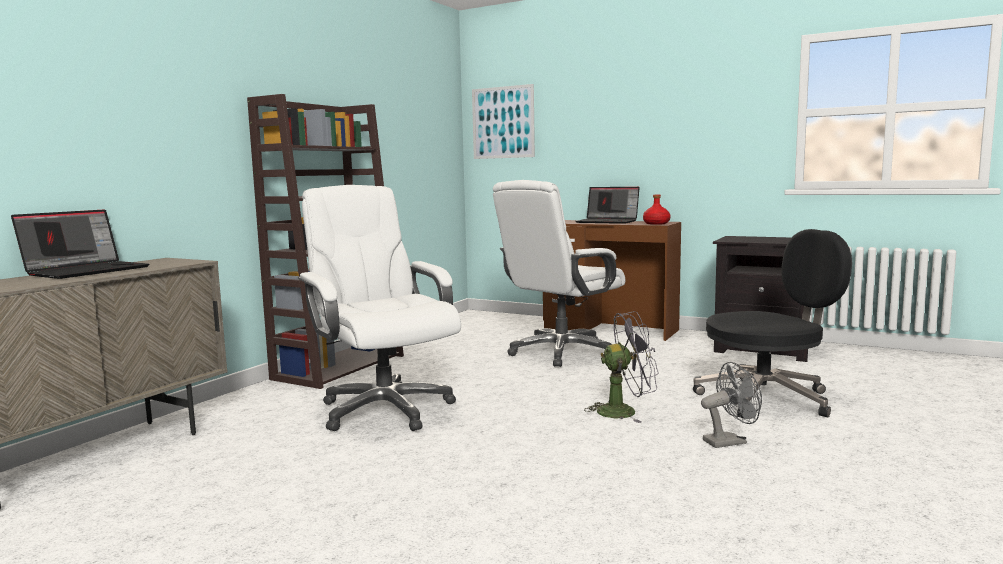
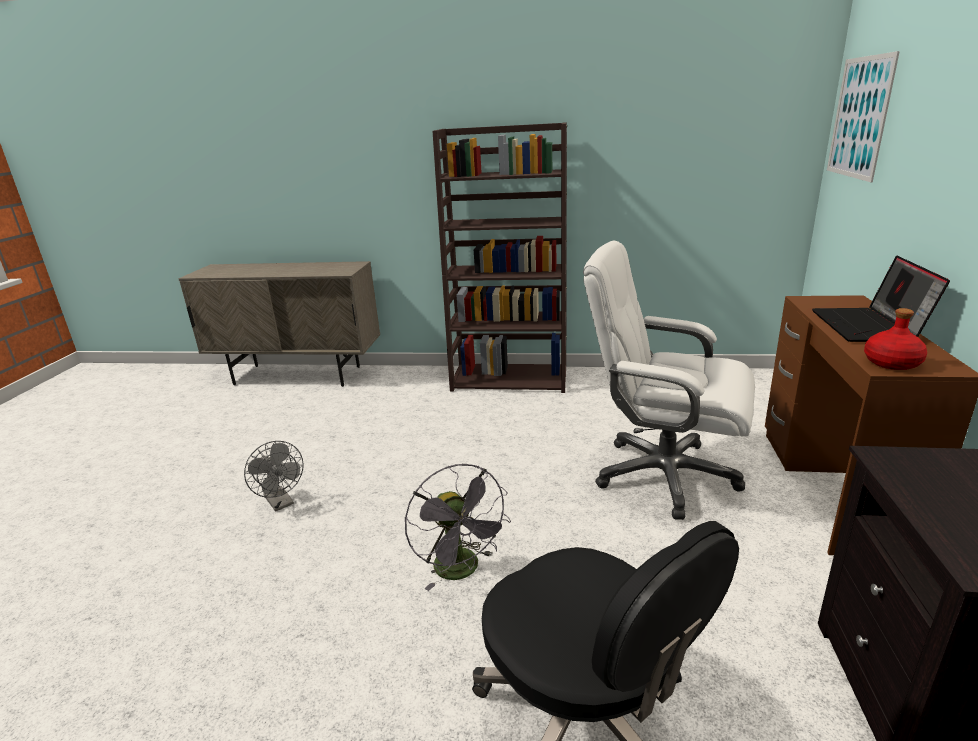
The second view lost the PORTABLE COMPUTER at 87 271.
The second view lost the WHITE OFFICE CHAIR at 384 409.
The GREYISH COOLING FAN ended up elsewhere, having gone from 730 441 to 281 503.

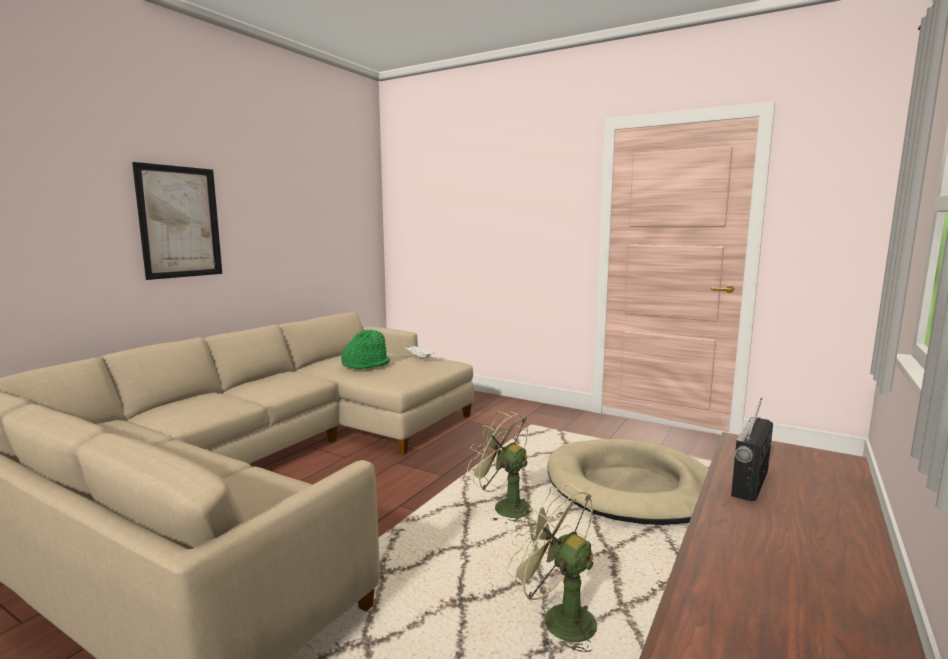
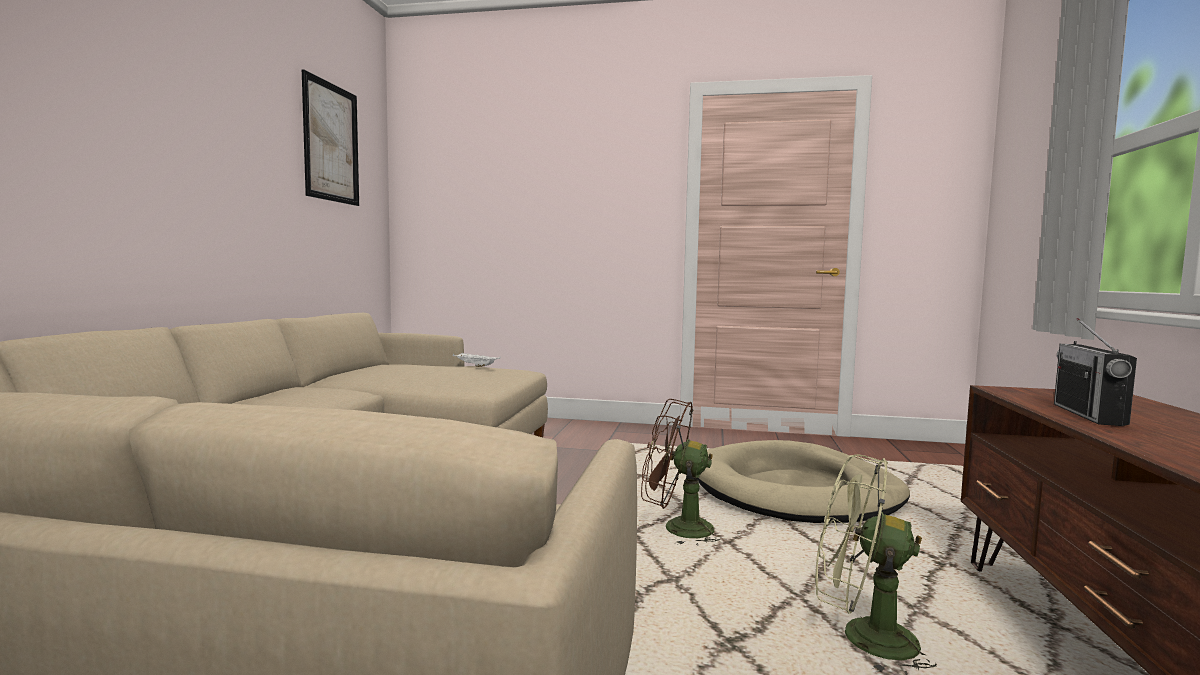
The PICTURE ended up elsewhere, having gone from 180 222 to 331 143.
The second view lost the GREEN CLOTHING HAT at 366 364.
What was the GREEN COOLING FAN at 504 507 turned into the BROWNISH COOLING FAN at 677 529.

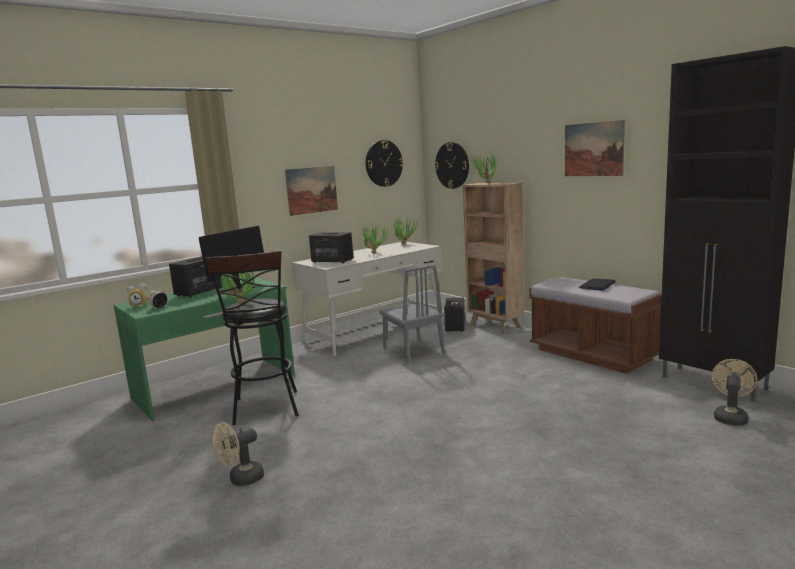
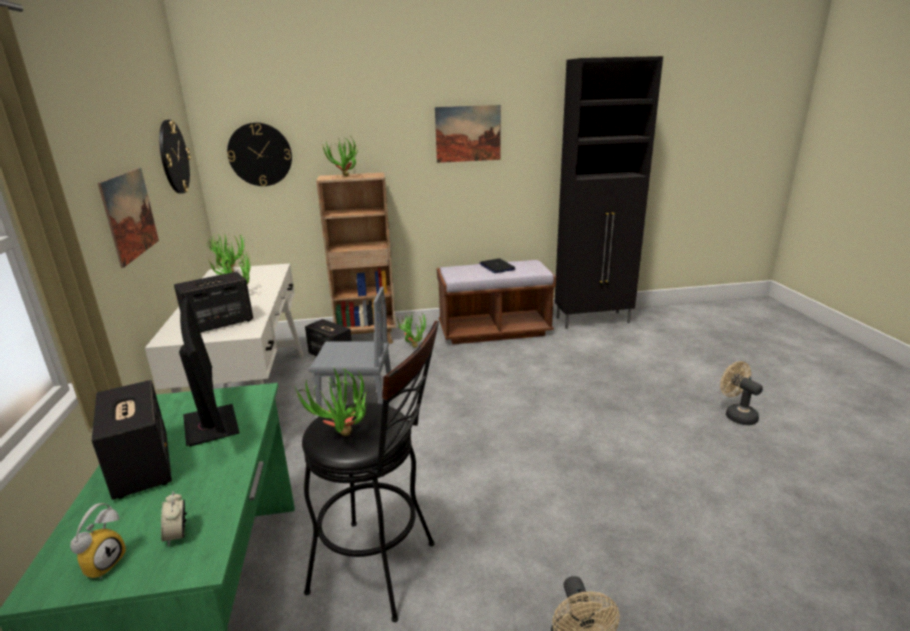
The BEIGE-COLOURED COOLING FAN ended up elsewhere, having gone from 730 417 to 736 415.
The second view gained the PLANT IN A POT at 413 345.

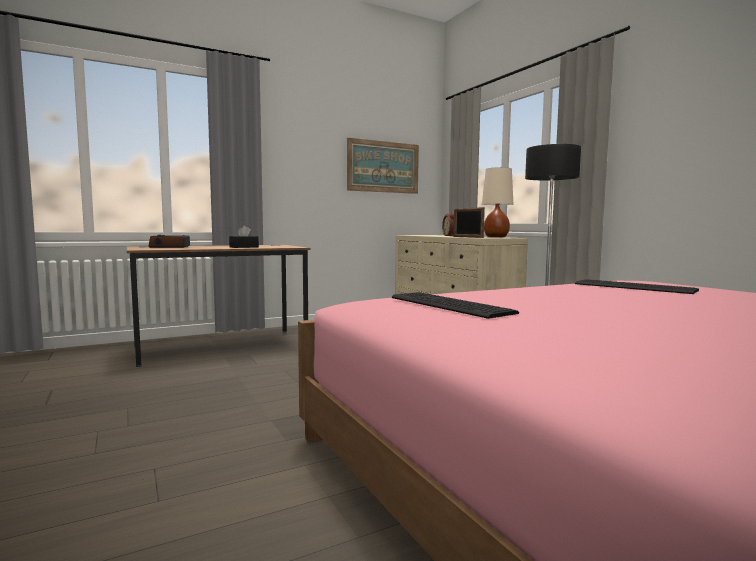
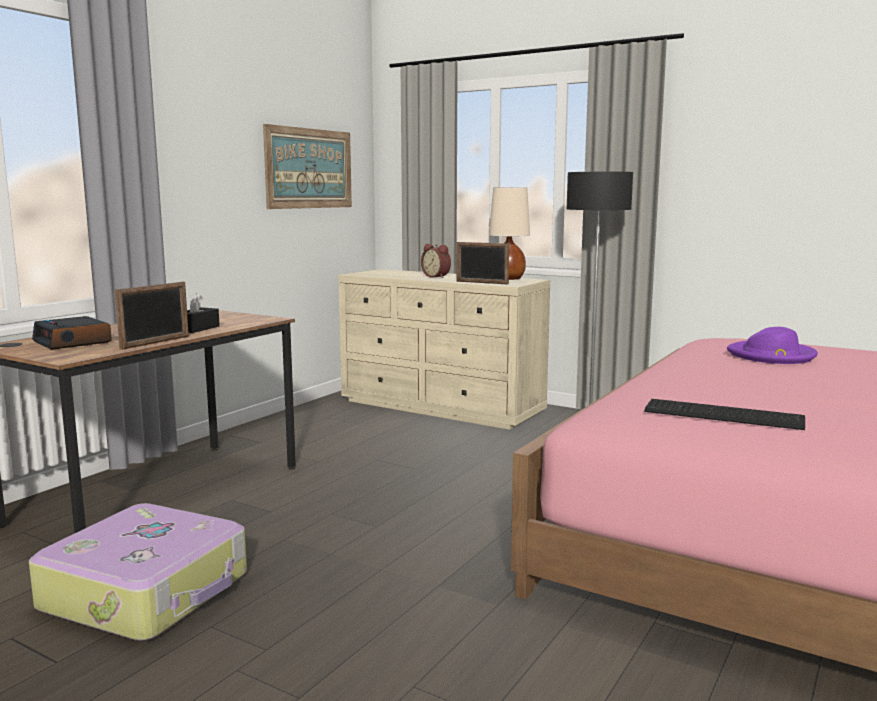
Where the COMPUTER KEYBOARD stood at 634 287, the PURPLISH CLOTHING HAT came to stand at 772 356.
The second view gained the TRAVEL CASE at 148 592.
The second view gained the PHOTO FRAME at 156 342.

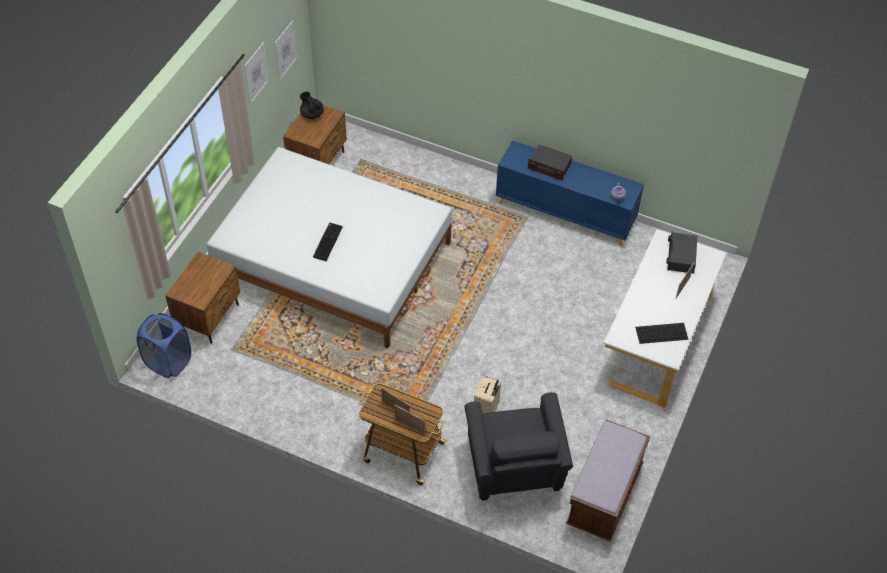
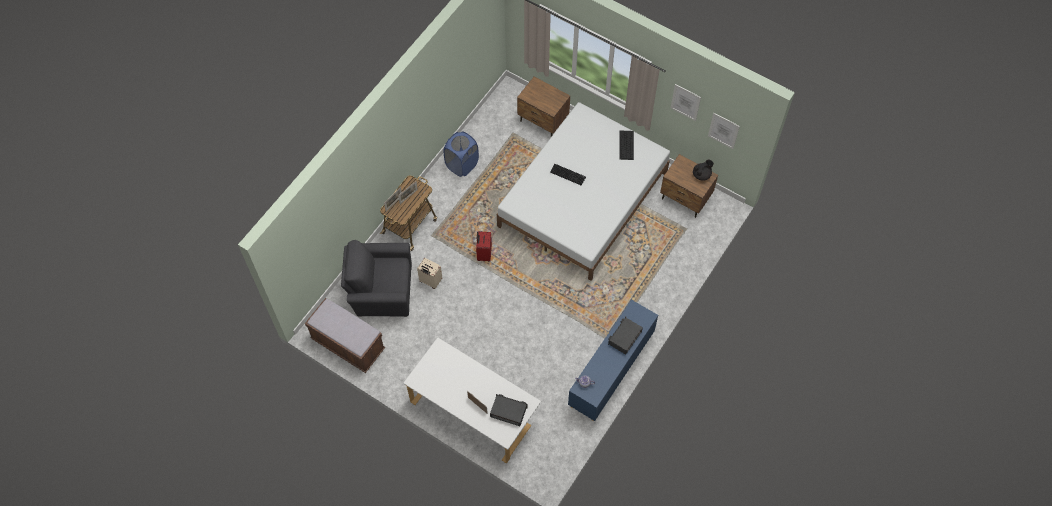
The BLUISH HAMPER ended up elsewhere, having gone from 168 362 to 462 164.
The COMPUTER KEYBOARD ended up elsewhere, having gone from 661 333 to 626 144.
The second view gained the REDDISH TRAVEL CASE at 483 254.

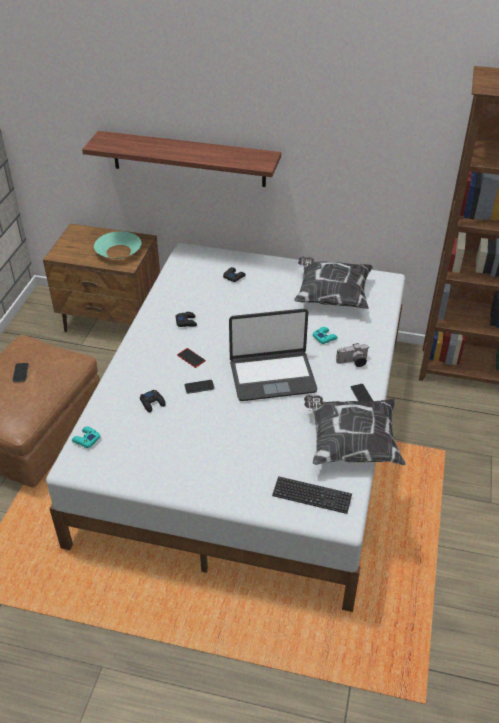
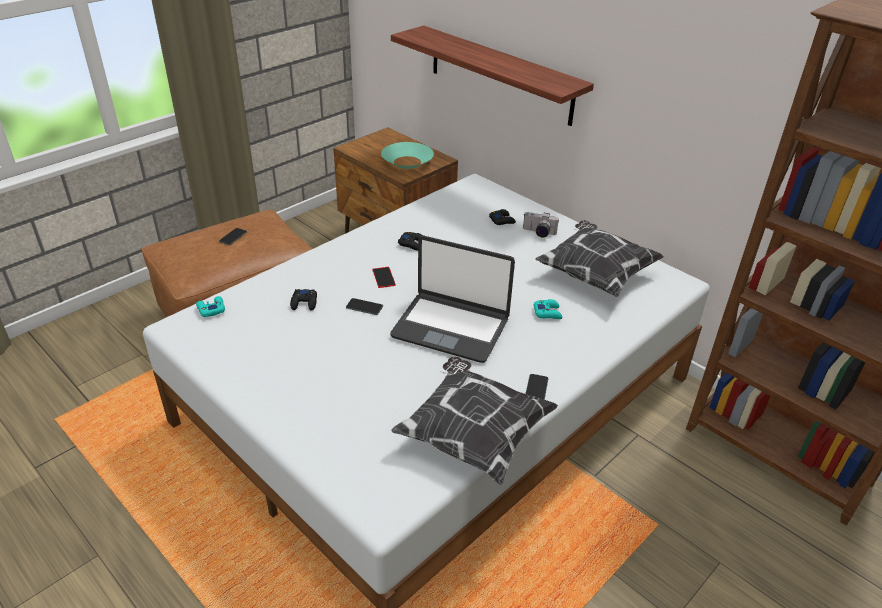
The second view lost the COMPUTER KEYBOARD at 312 496.
The PHOTO CAMERA ended up elsewhere, having gone from 353 362 to 538 233.

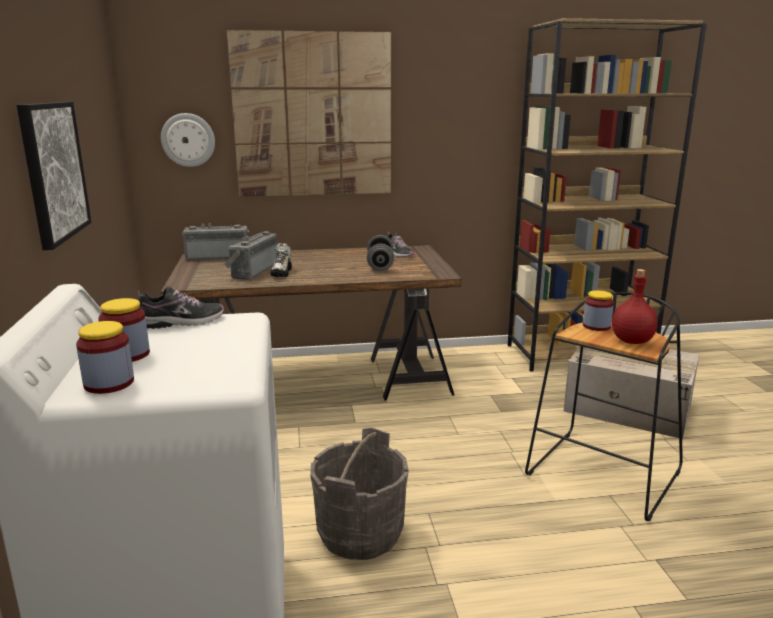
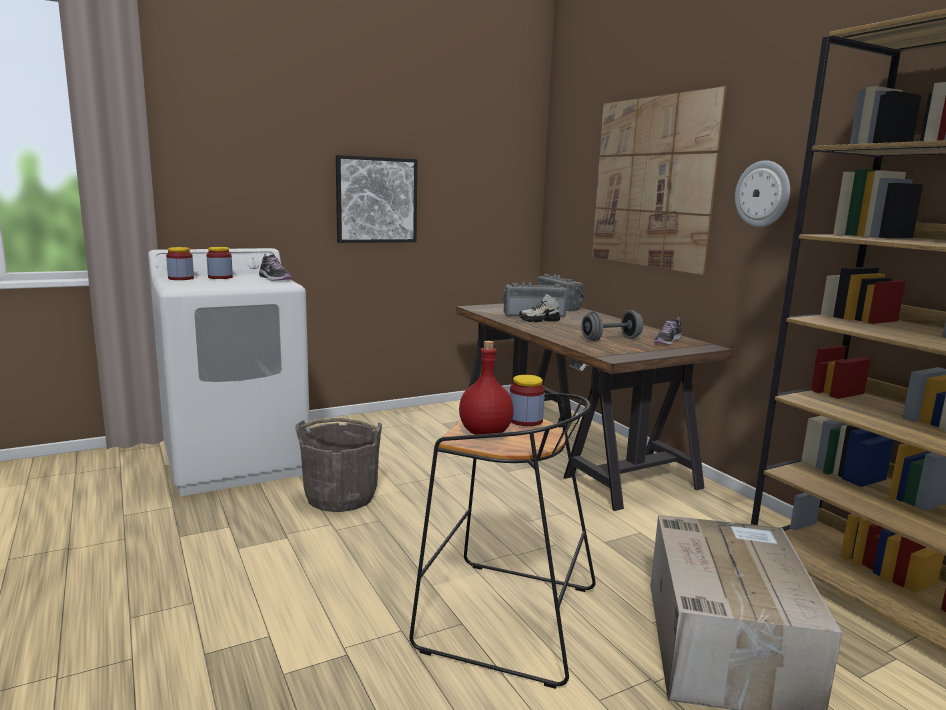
The WALL CLOCK ended up elsewhere, having gone from 188 140 to 763 194.

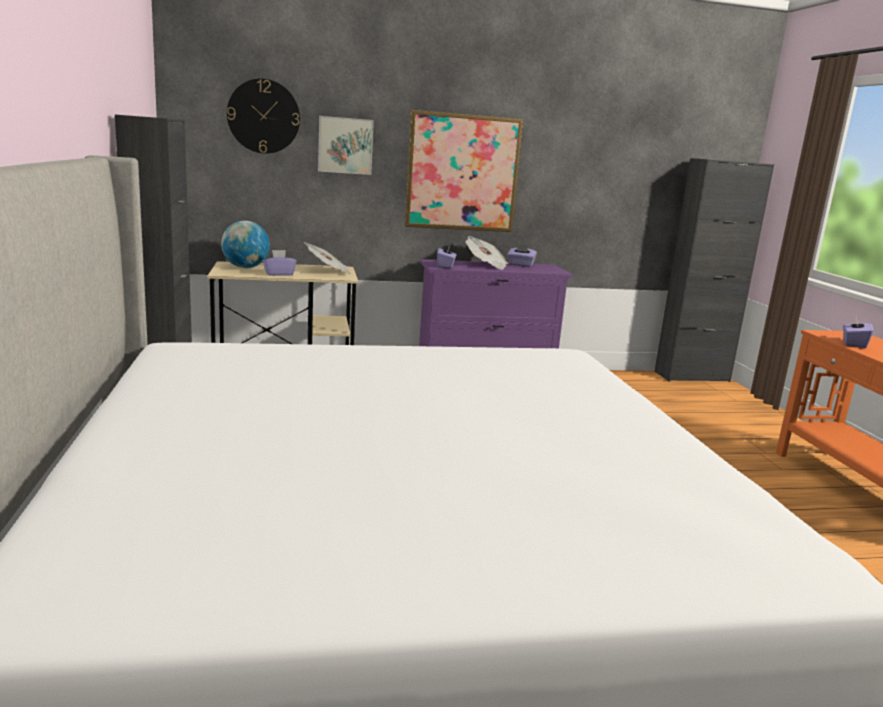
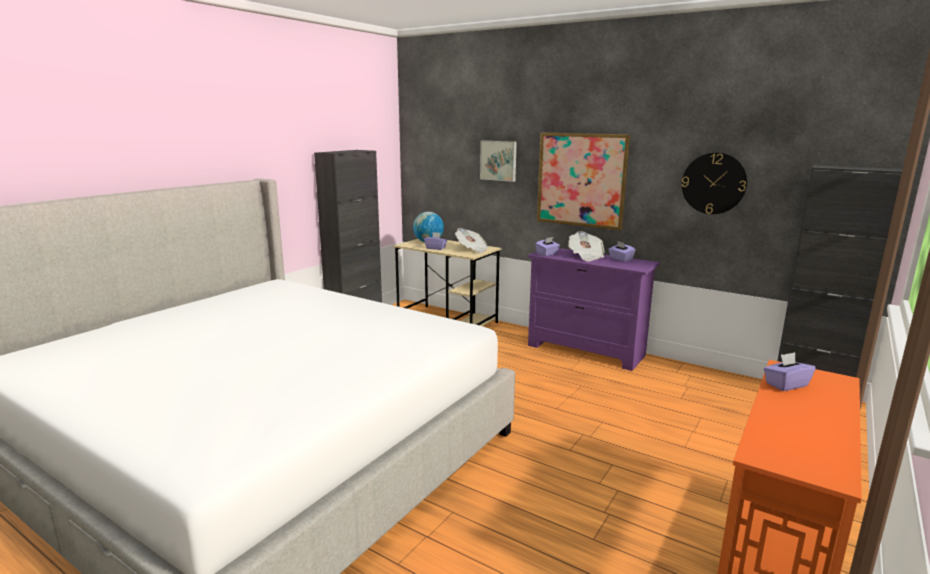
The WALL CLOCK ended up elsewhere, having gone from 263 116 to 713 183.

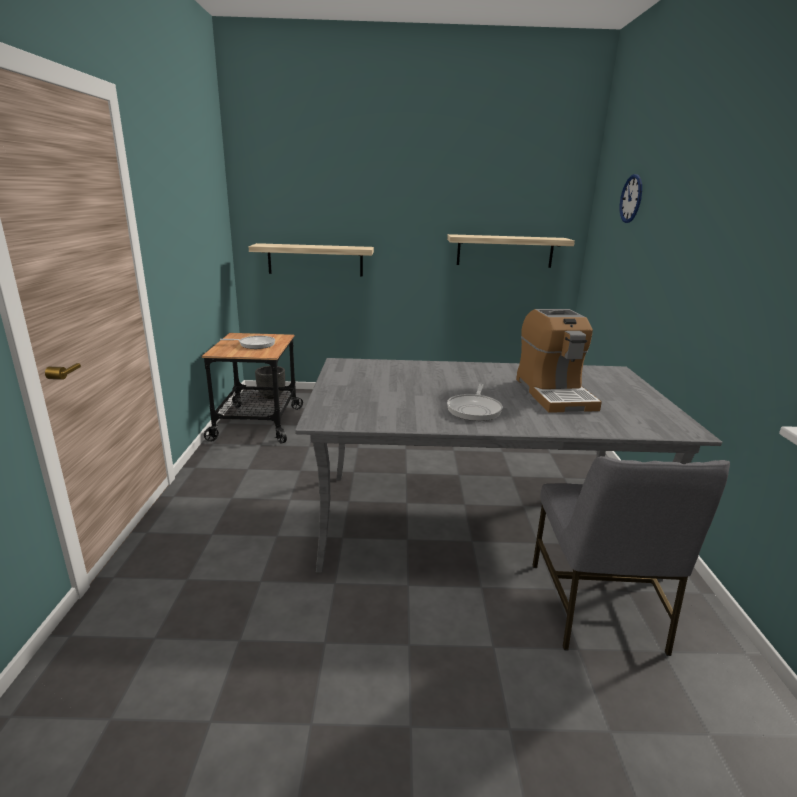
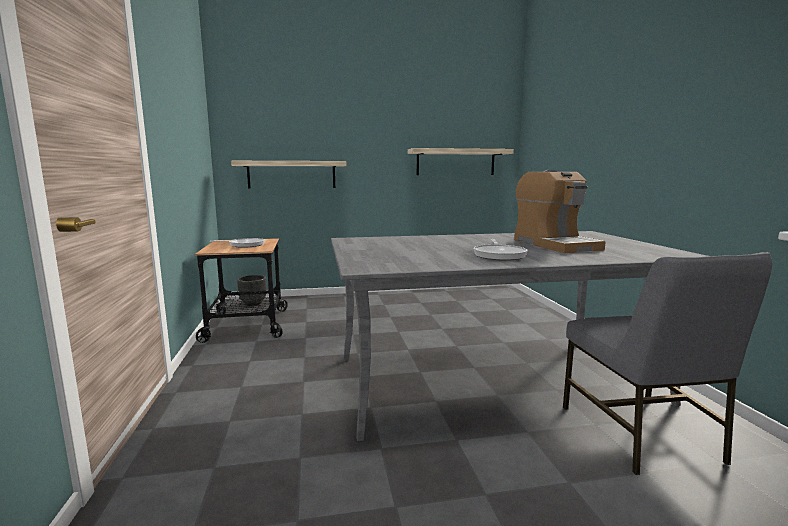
The second view lost the WALL CLOCK at 631 199.

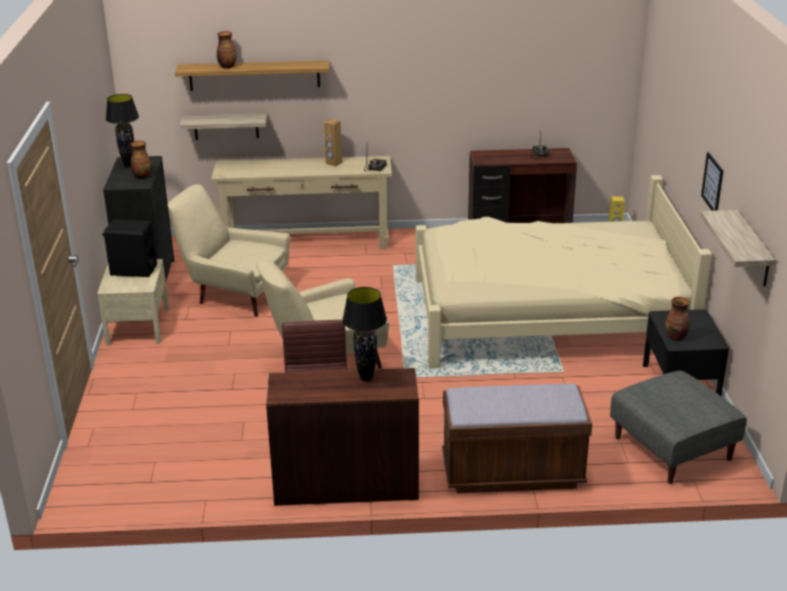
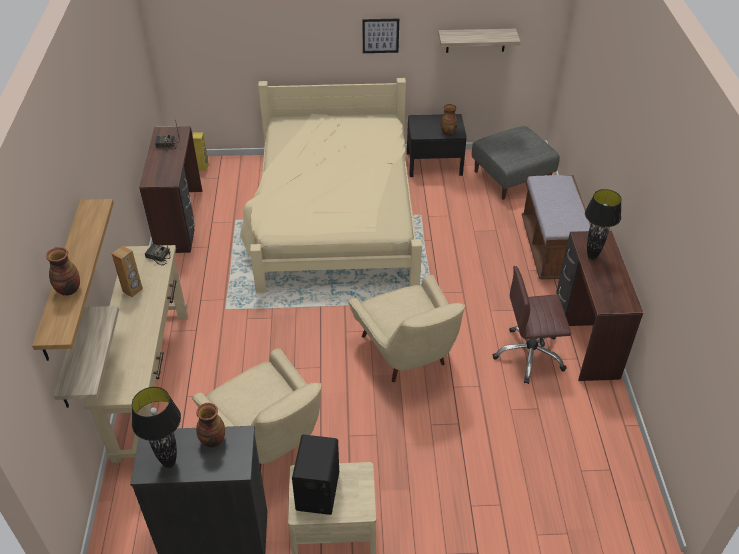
The BEIGE-COLOURED LOUNGE CHAIR at 234 294 ended up facing another way, 60 degrees counterclockwise from before.

